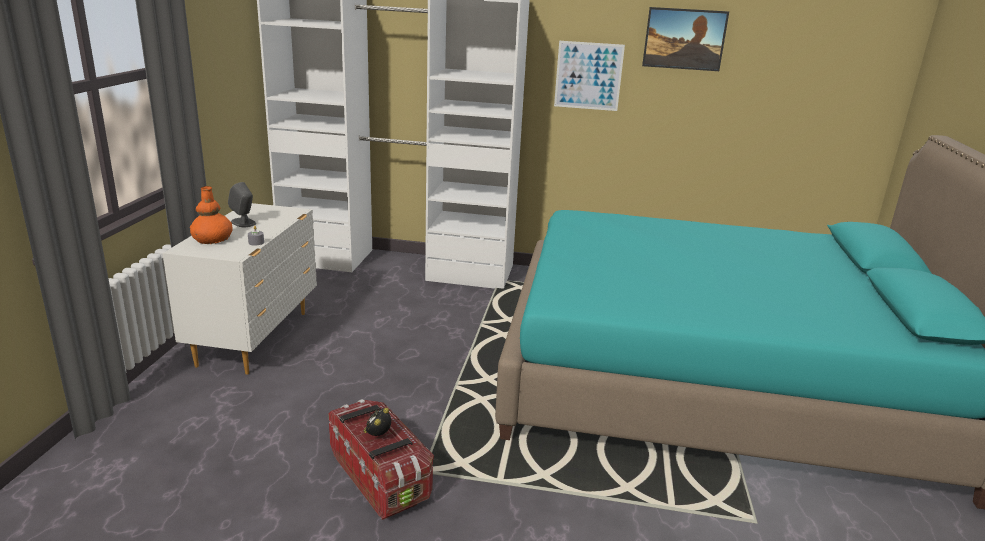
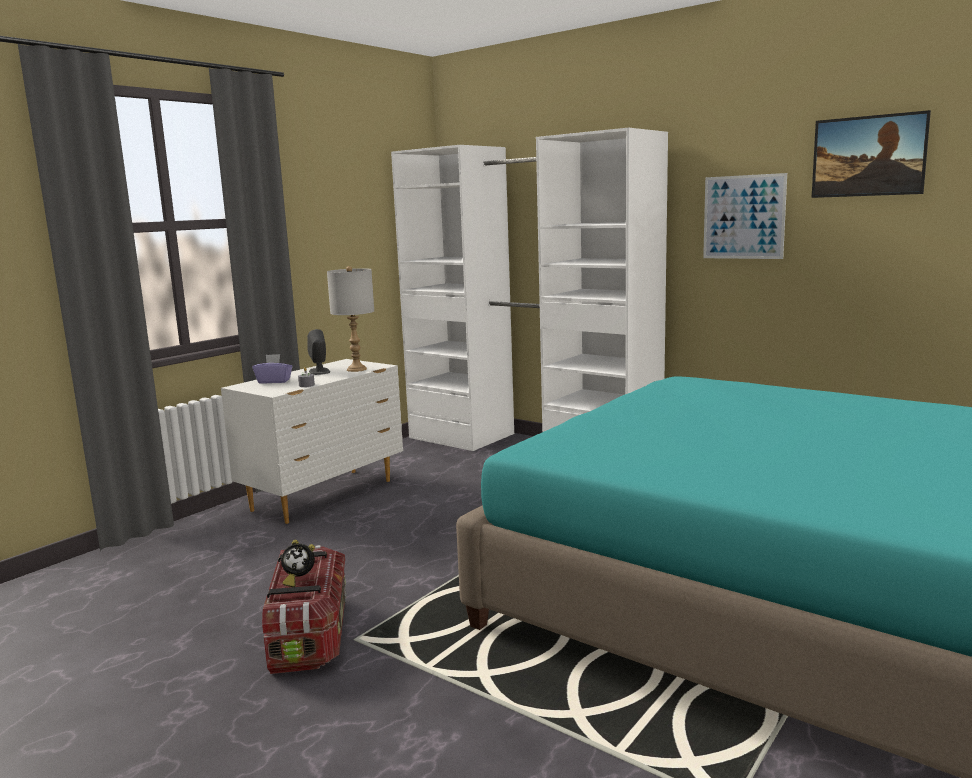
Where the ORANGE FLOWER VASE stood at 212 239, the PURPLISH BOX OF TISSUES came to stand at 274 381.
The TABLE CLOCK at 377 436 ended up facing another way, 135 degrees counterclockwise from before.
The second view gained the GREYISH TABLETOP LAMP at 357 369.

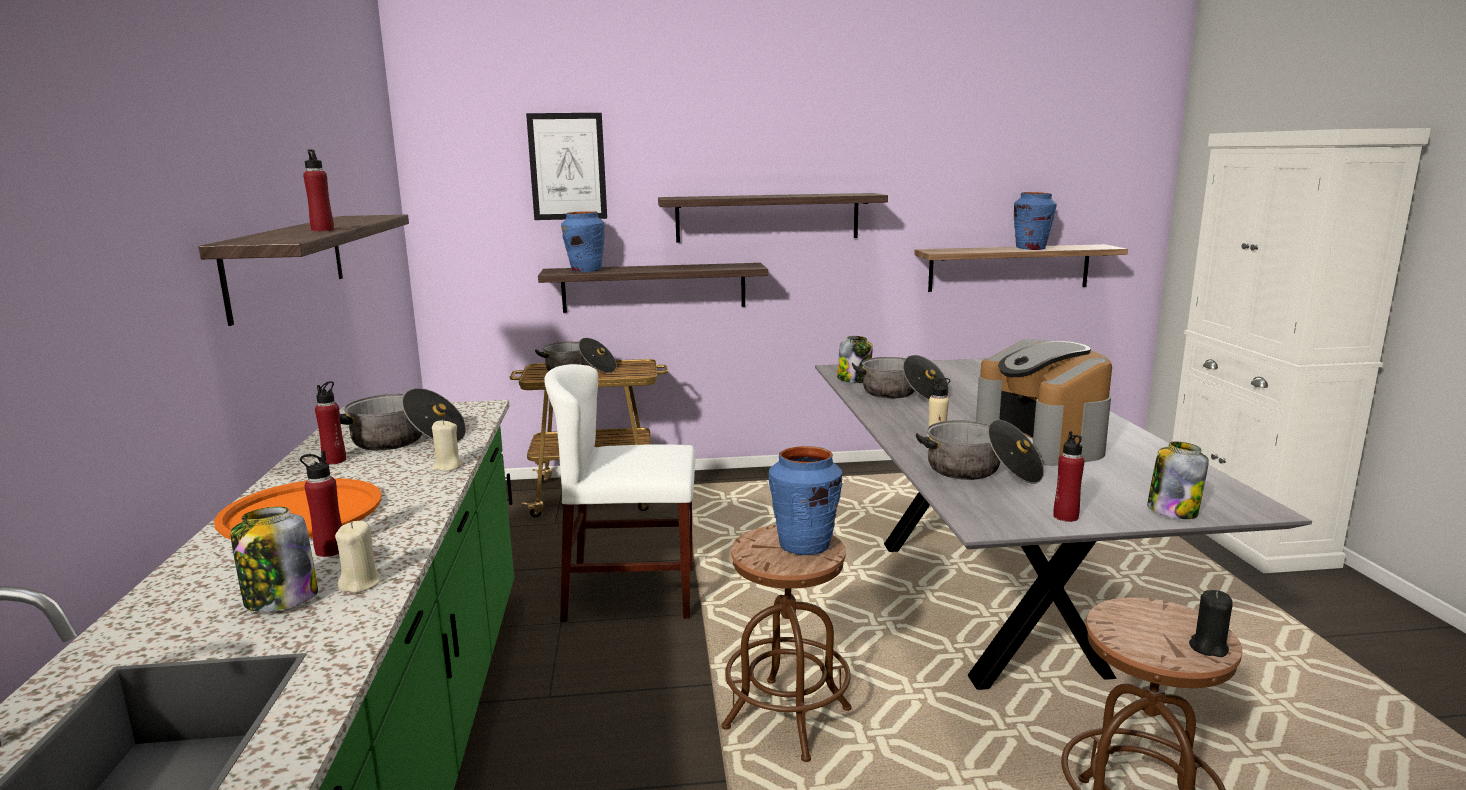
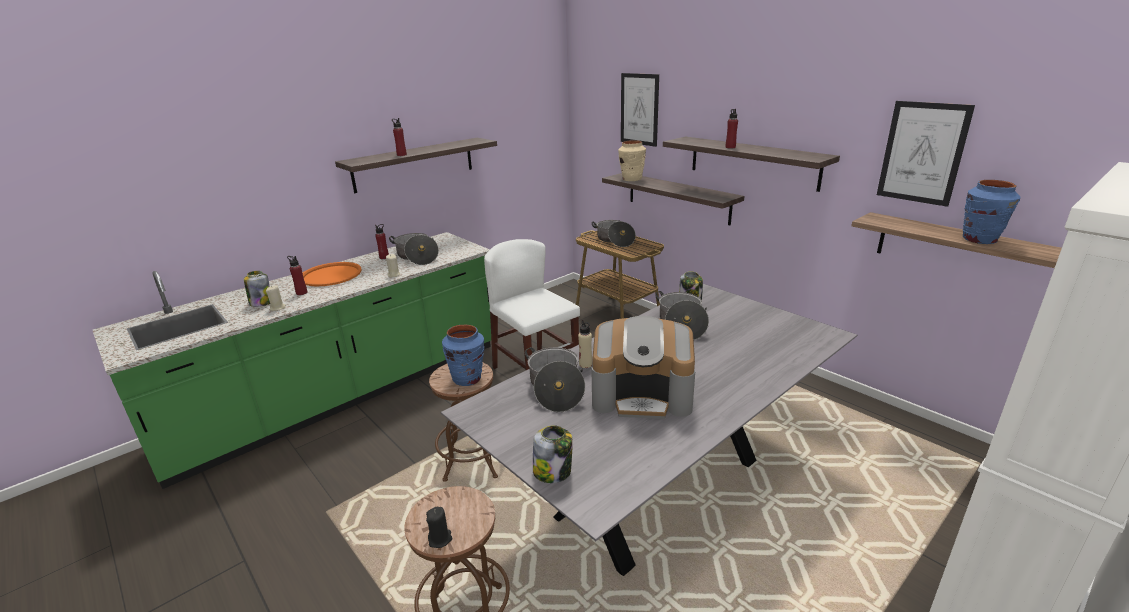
What was the BLUISH FLOWER VASE at 585 270 turned into the BEIGE-COLOURED FLOWER VASE at 631 179.
The COFFEE BREWER at 1041 442 ended up facing another way, 120 degrees counterclockwise from before.
The REDDISH DRINK BOTTLE ended up elsewhere, having gone from 1065 516 to 730 147.
The second view gained the PICTURE at 922 153.

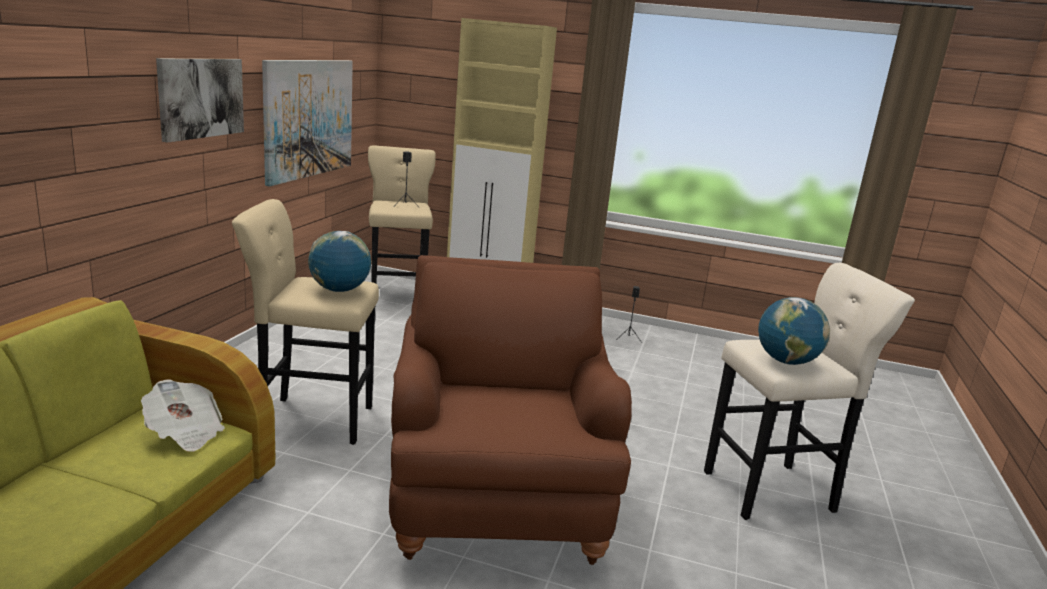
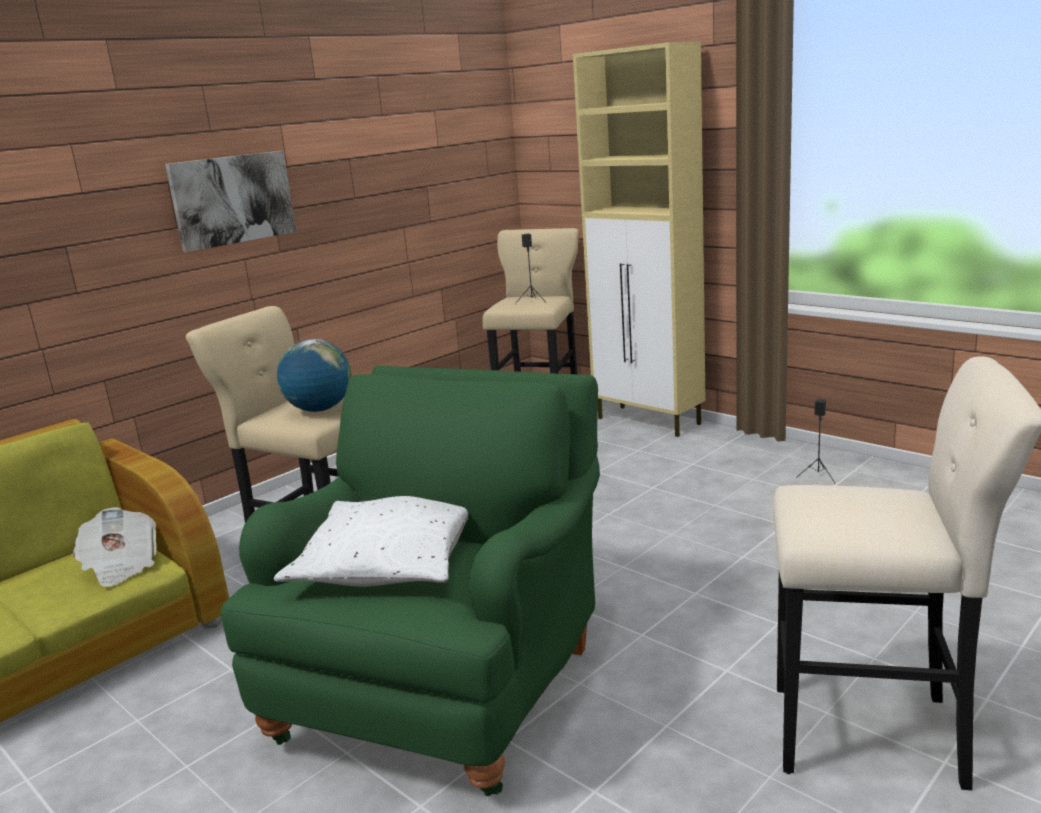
The second view lost the PICTURE at 309 118.
What was the BROWNISH LOUNGE CHAIR at 497 498 turned into the GREEN LOUNGE CHAIR at 447 684.
The second view lost the DESK GLOBE at 786 361.
The second view gained the WHITE PILLOW at 388 560.

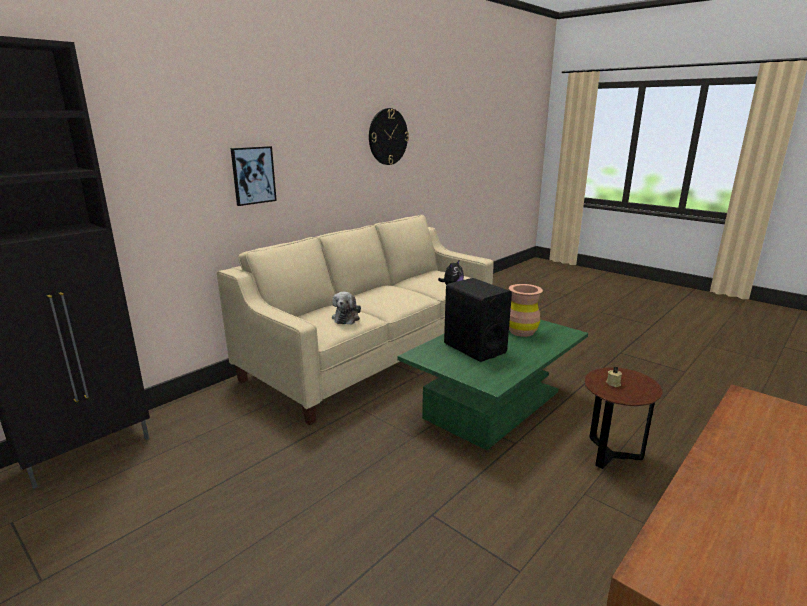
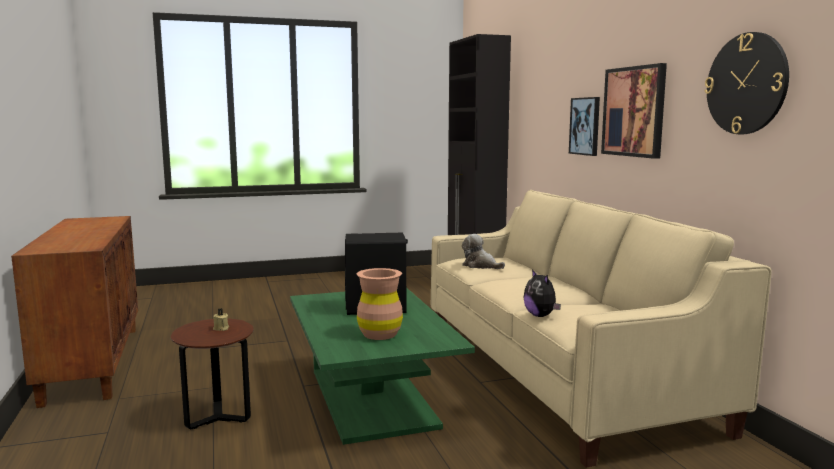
The second view gained the PICTURE at 634 111.

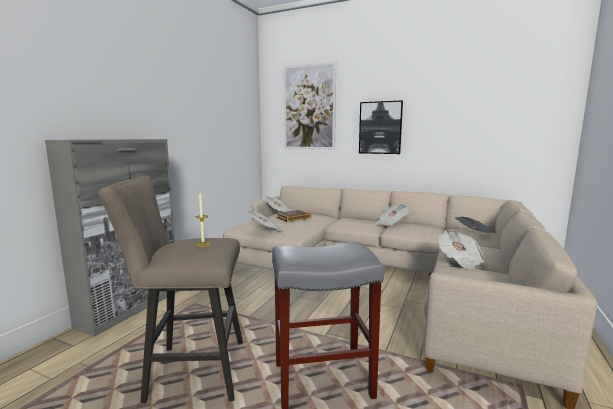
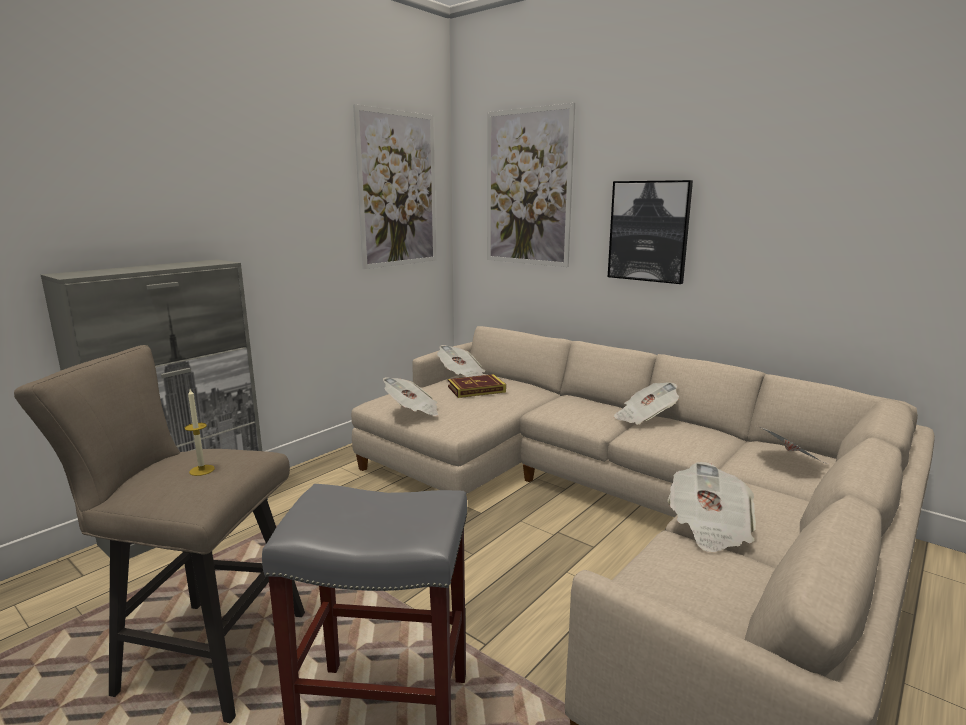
The second view gained the PICTURE at 398 190.

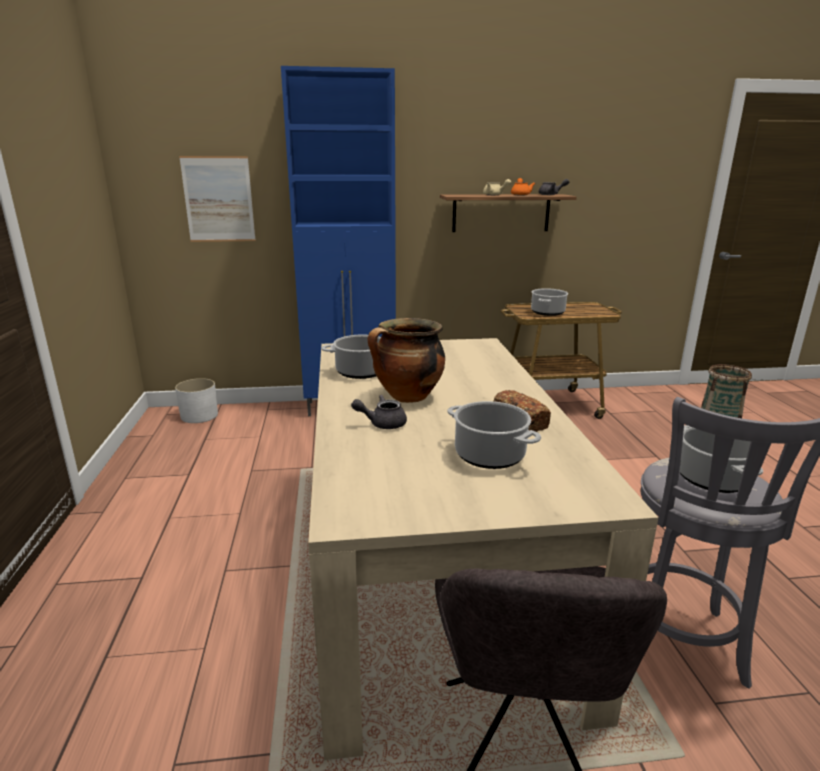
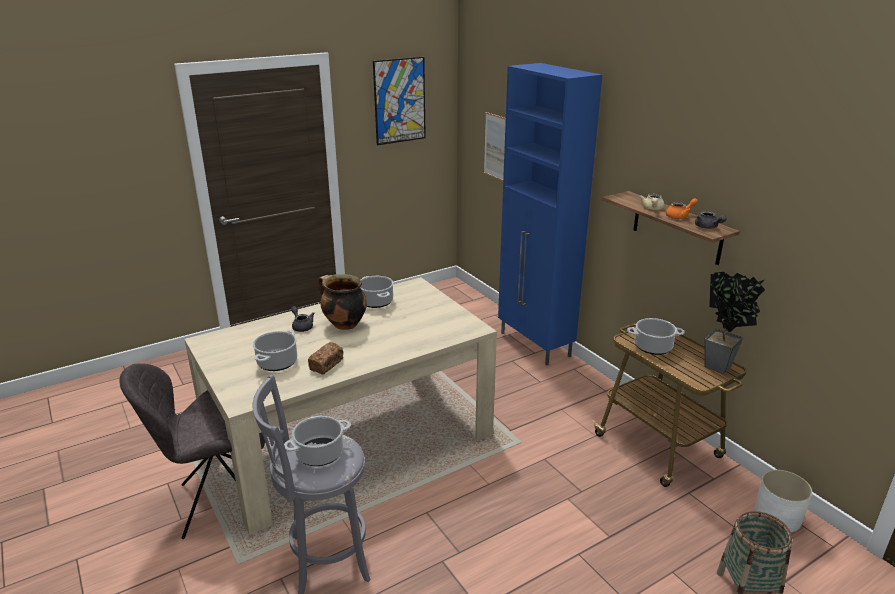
The WHITE PLANT POT ended up elsewhere, having gone from 199 415 to 777 516.
The second view gained the PICTURE at 399 101.
The second view gained the PLANT IN A POT at 721 369.

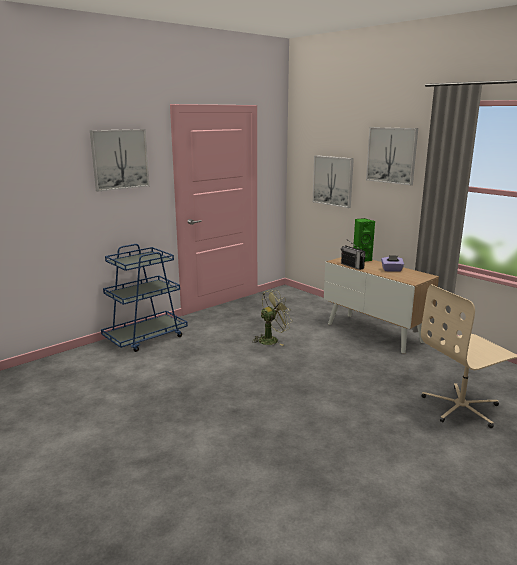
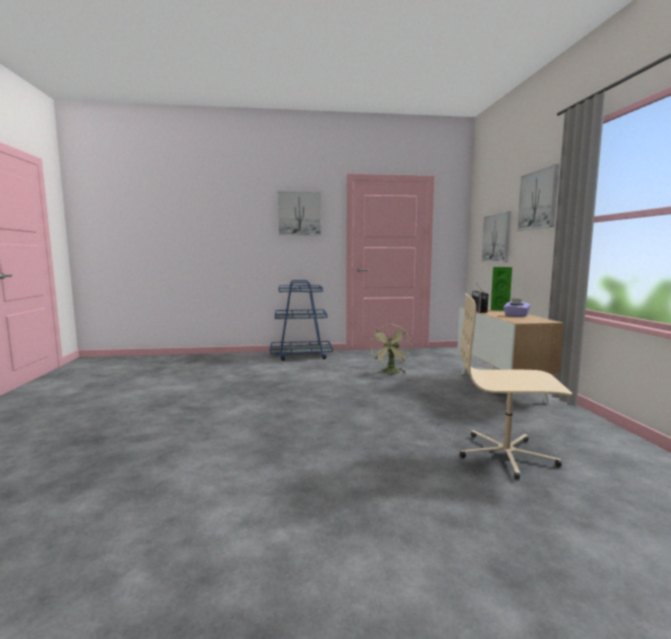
The GREEN COOLING FAN at 271 339 ended up facing another way, 105 degrees clockwise from before.

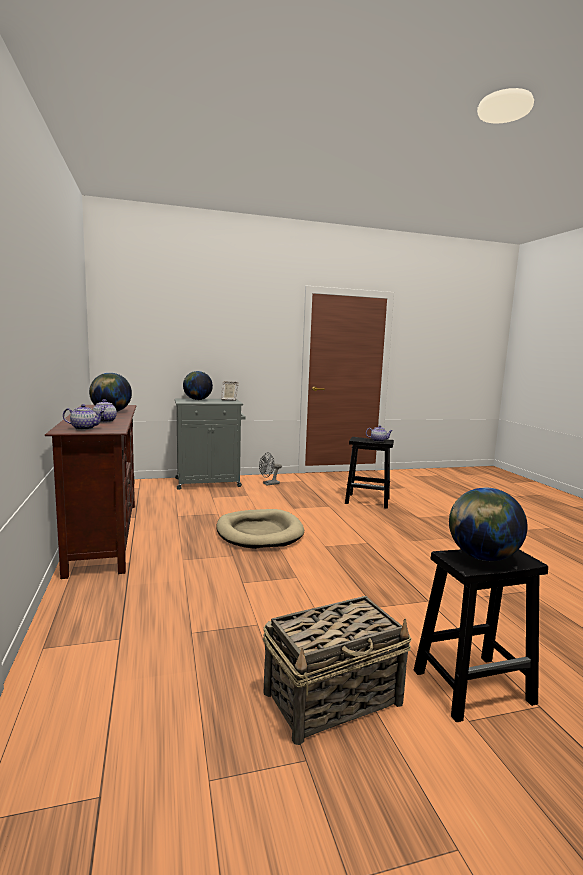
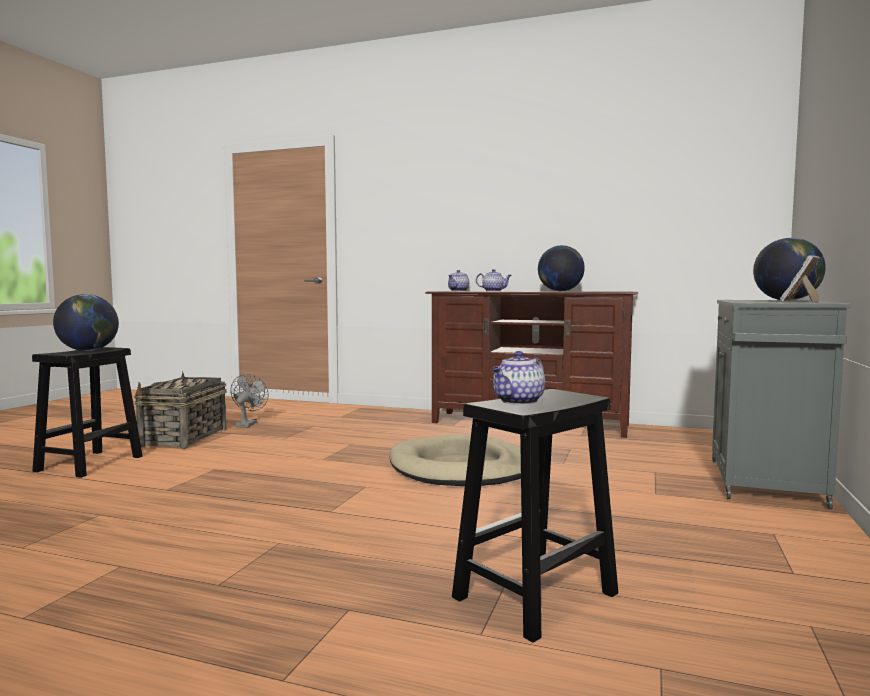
The GREYISH COOLING FAN ended up elsewhere, having gone from 269 484 to 247 424.

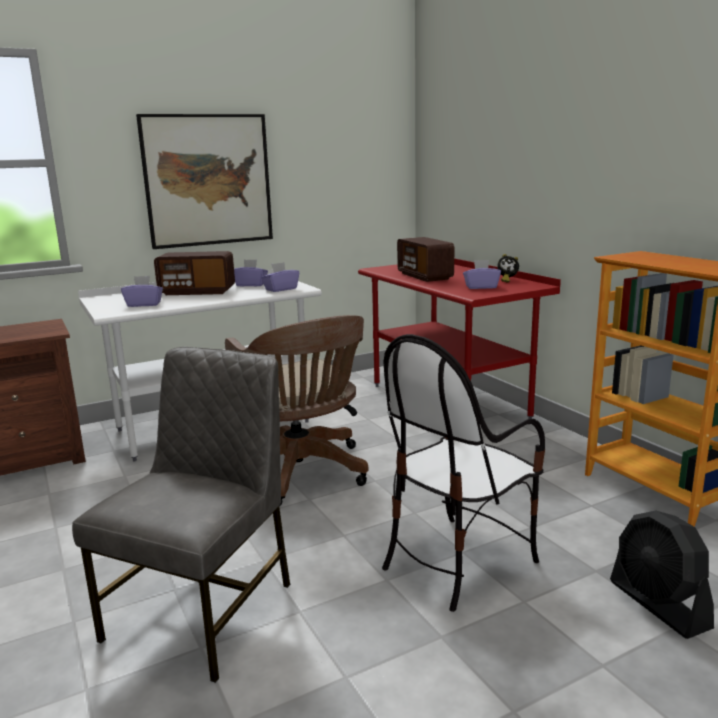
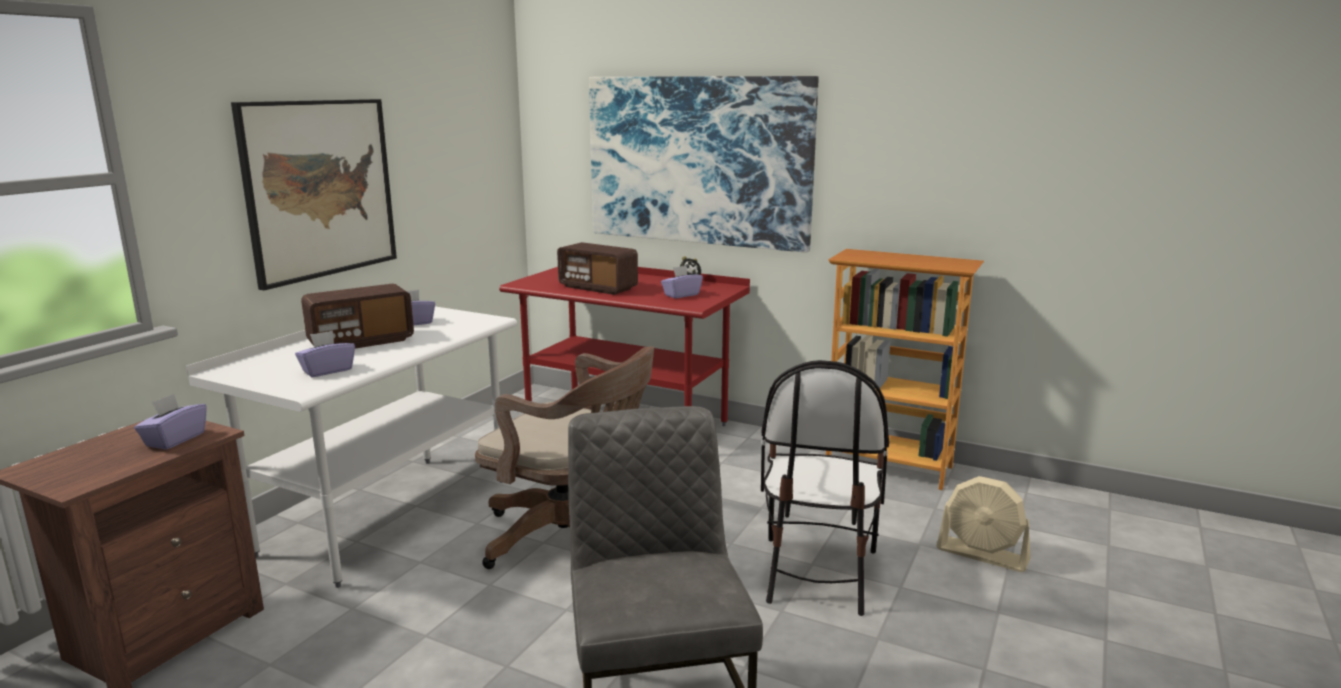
The PURPLISH BOX OF TISSUES ended up elsewhere, having gone from 281 289 to 174 439.
What was the BLACKISH COOLING FAN at 658 604 turned into the BEIGE-COLOURED COOLING FAN at 982 554.
The second view gained the PICTURE at 698 161.

